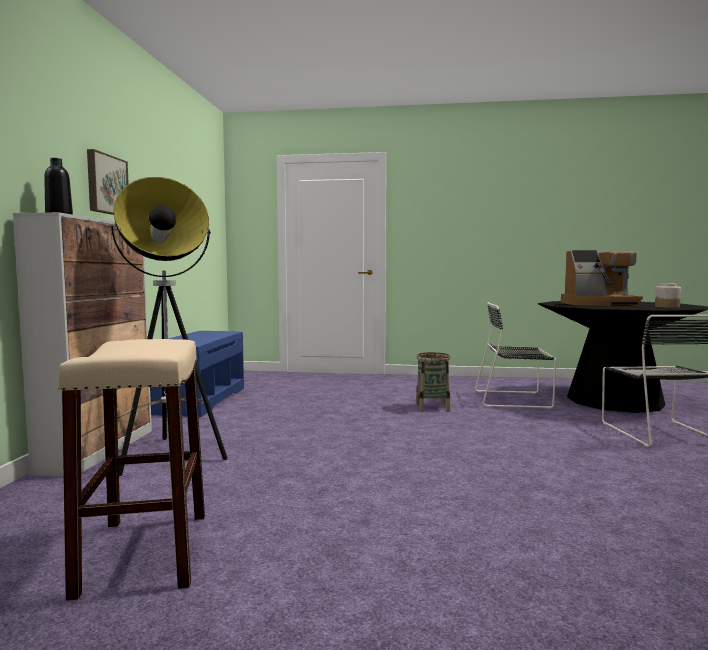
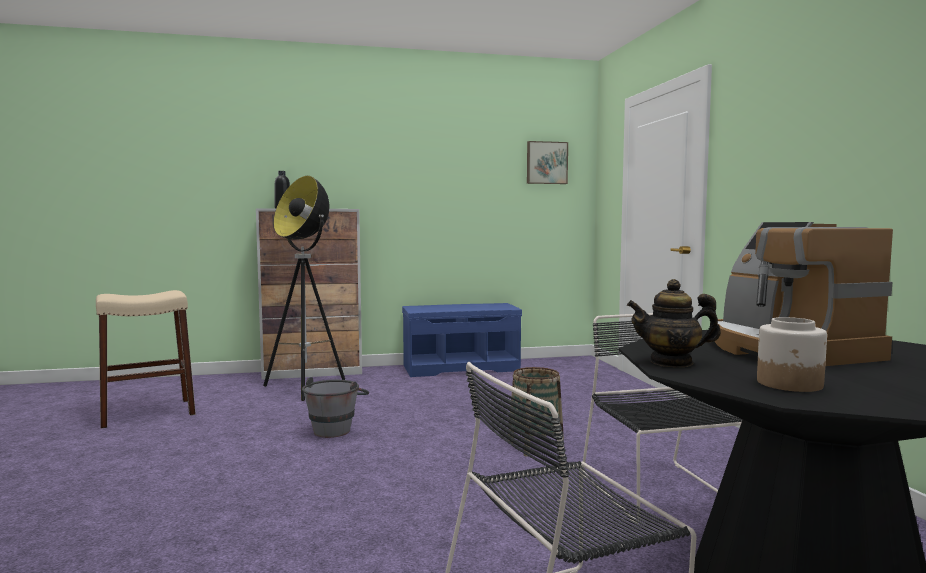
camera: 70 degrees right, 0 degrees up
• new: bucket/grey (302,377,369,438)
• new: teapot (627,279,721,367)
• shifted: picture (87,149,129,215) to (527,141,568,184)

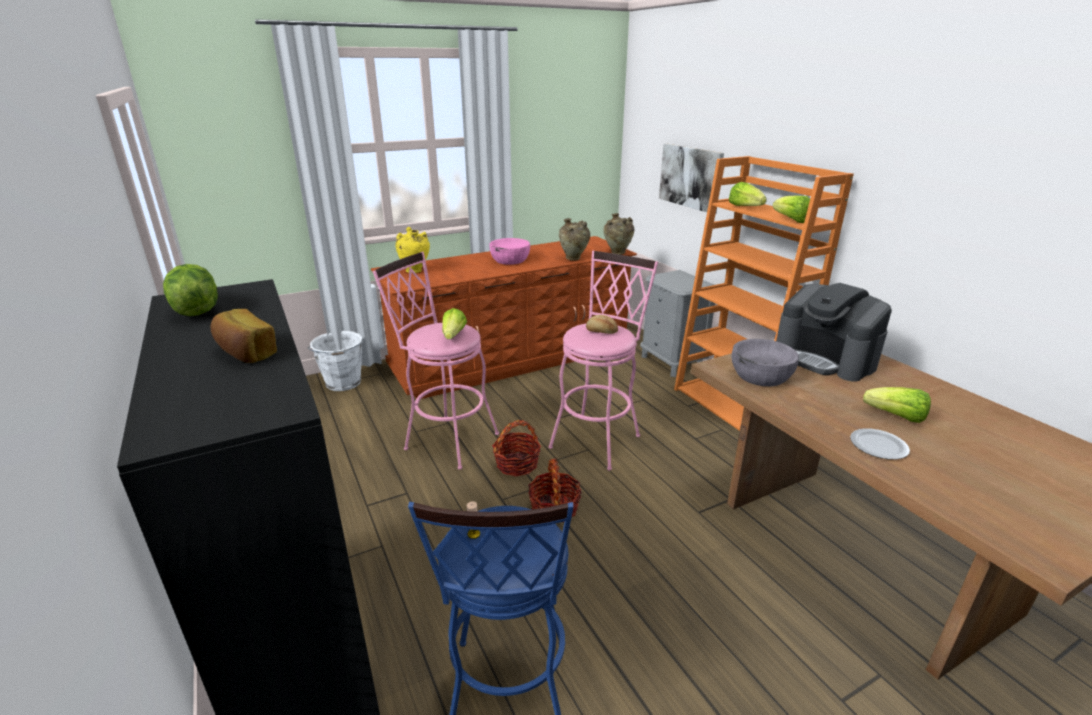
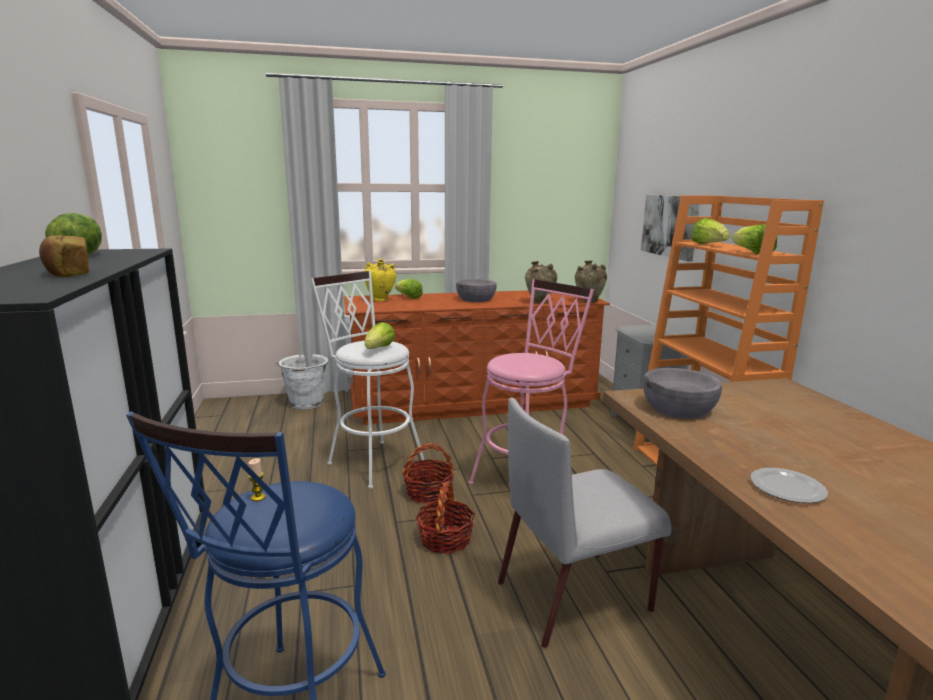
camera: 15 degrees right, 10 degrees down
• gone: bread (586,315,618,334)
• gone: coffee machine (776,283,892,382)
• new: chair/grey (498,398,672,648)
• shifted: lettuce (863,387,931,423) to (395,279,423,299)
• repainted: stool/pink (373,252,499,470) to stool/white (310,271,424,489)
• repainted: bowl/pink (490,238,530,265) to bowl/grey (456,279,497,302)

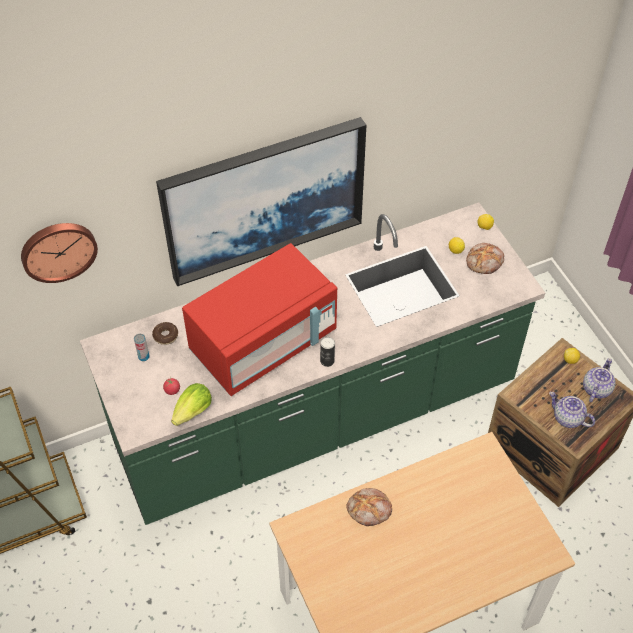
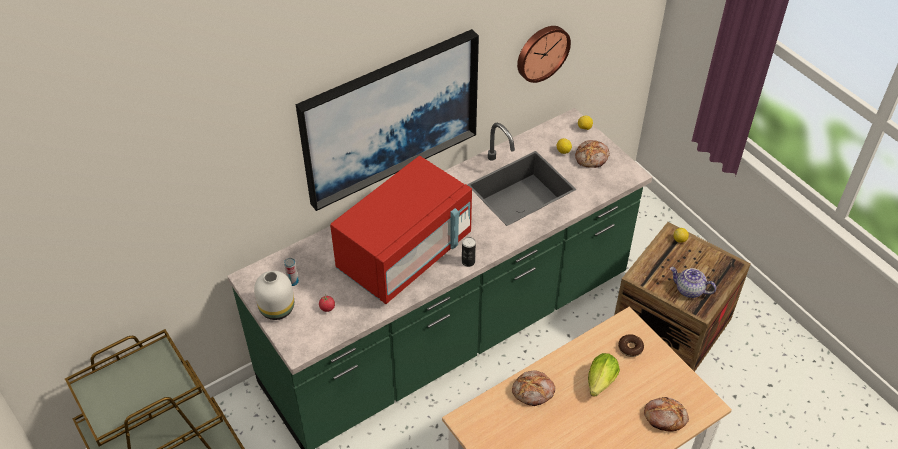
camera: 10 degrees left, 5 degrees down
• gone: teapot (583,358,616,402)
• new: vase/white (254,271,294,320)
• new: bread (644,397,689,432)
• shifted: wall clock (21,223,98,283) to (517,26,571,83)
• shifted: donut (152,322,178,345) to (618,334,644,357)
• shifted: lettuce (171,383,212,426) to (588,353,620,397)

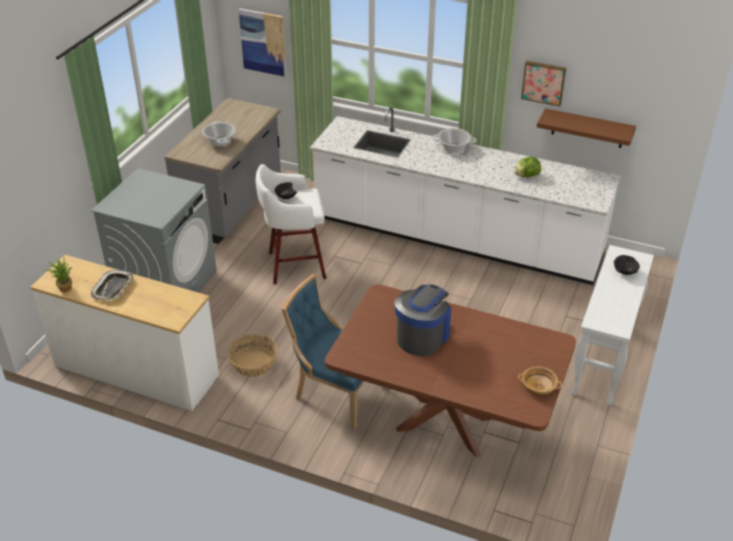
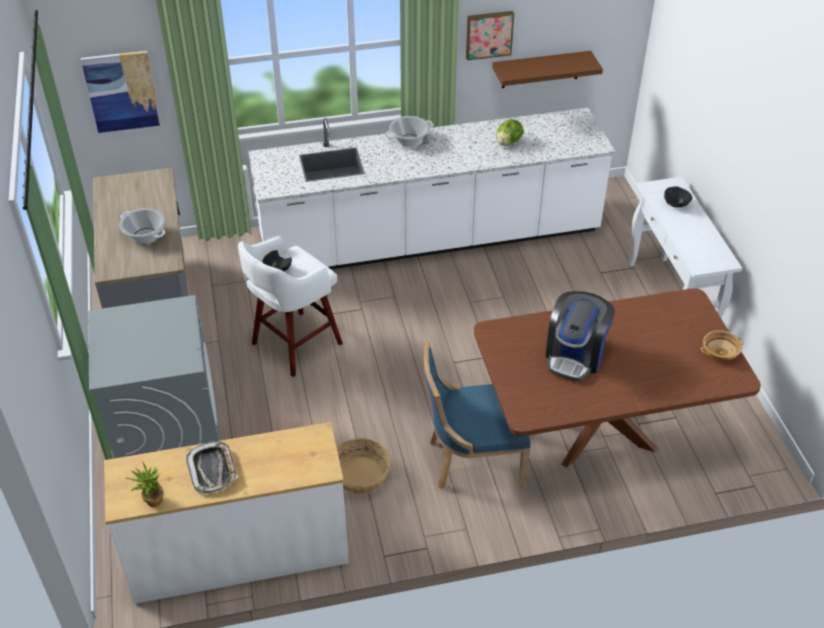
camera: 35 degrees left, 5 degrees up
• rotated: coffee machine (394,284,451,356) = (545,291,615,381) 150 degrees counterclockwise

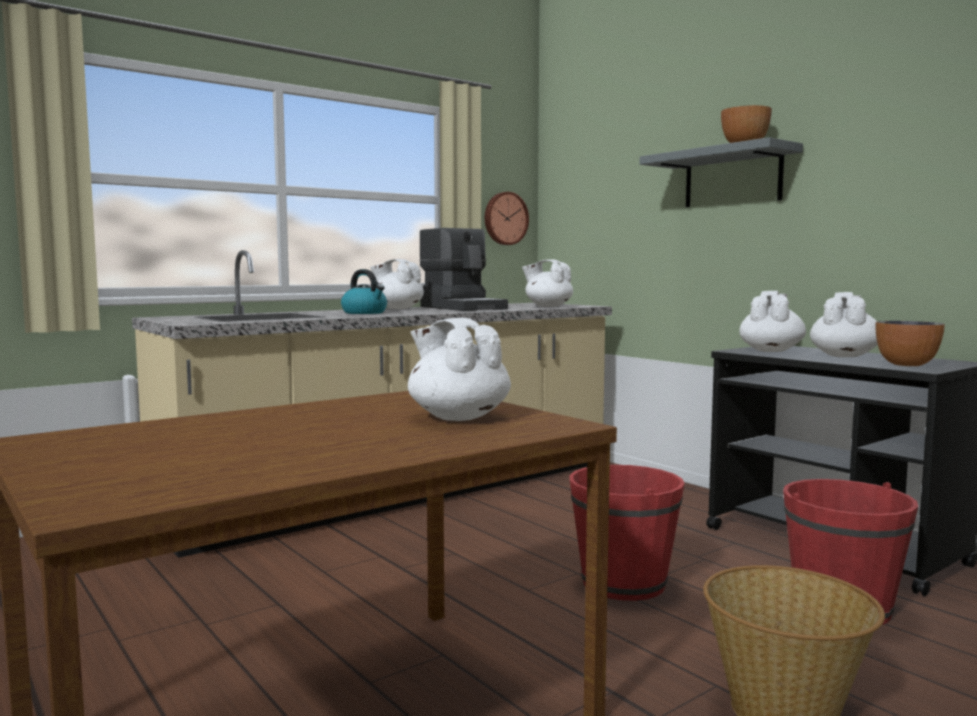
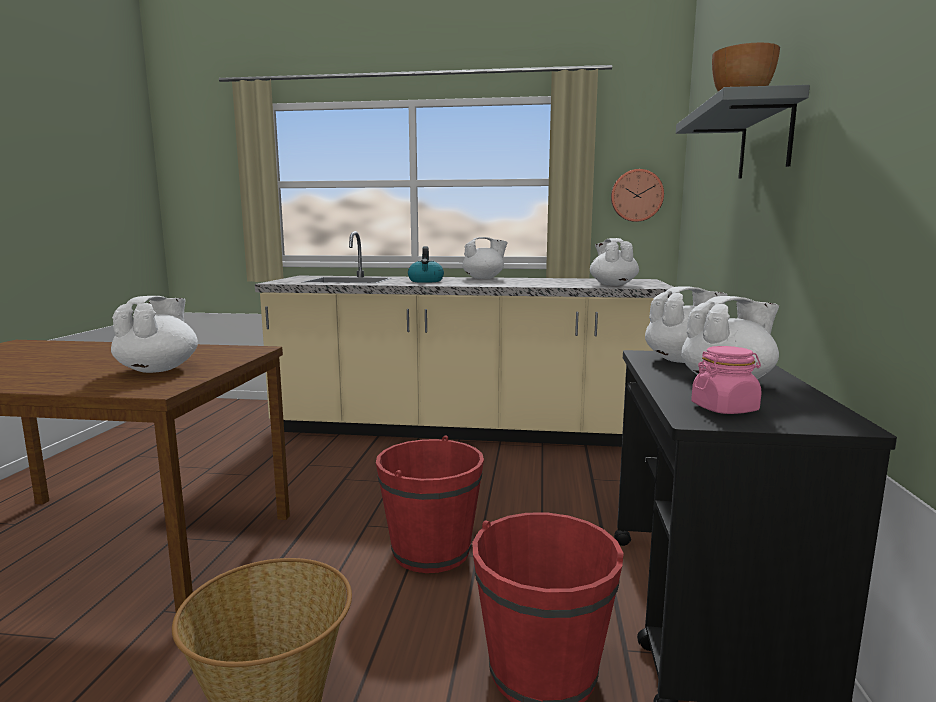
camera: 45 degrees right, 5 degrees up
• gone: coffee machine (420,228,508,311)
• swapped: bowl (876,321,945,366) to jar/pink (691,346,762,414)
• rotated: teapot/white (370,259,424,309) = (462,237,508,279) 90 degrees clockwise

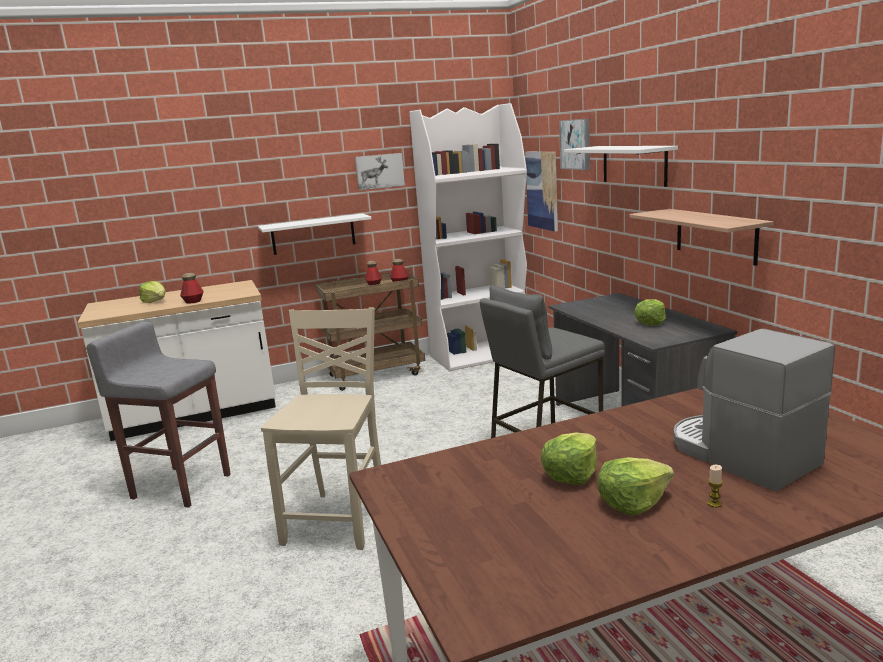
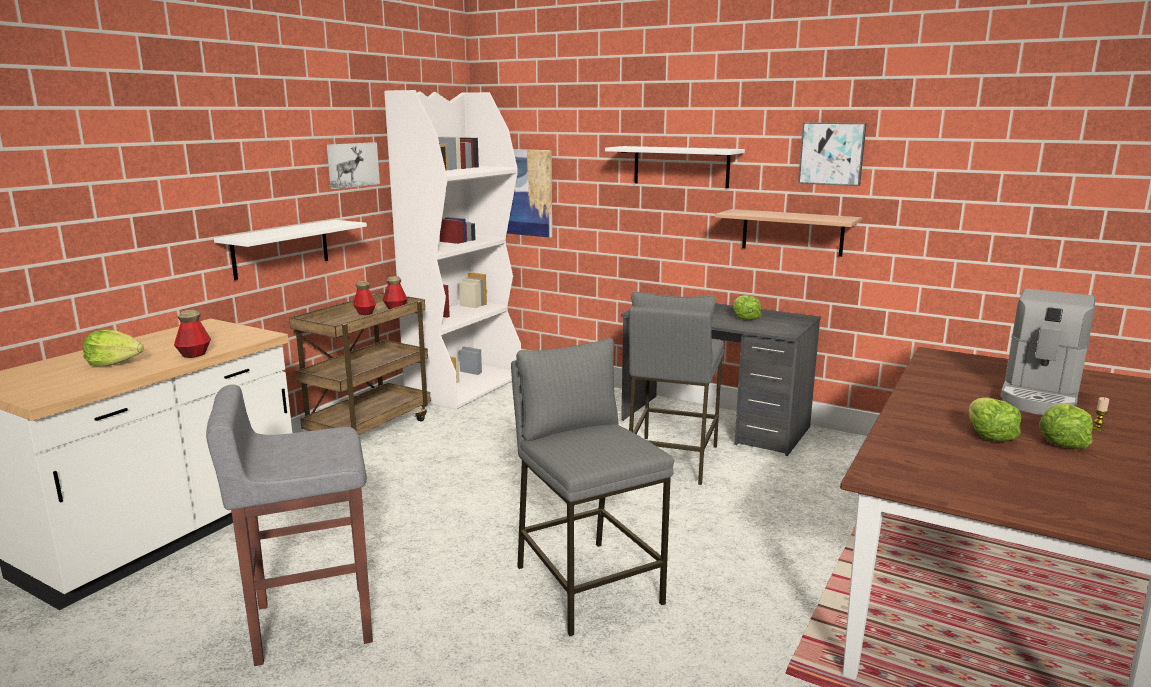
camera: 40 degrees left, 0 degrees up
• shifted: picture (559,118,590,170) to (798,122,867,186)
• swapped: chair/beige (261,307,381,550) to stool/grey (511,338,674,636)
• rotated: coffee machine (673,329,835,491) = (1000,289,1096,415) 75 degrees counterclockwise

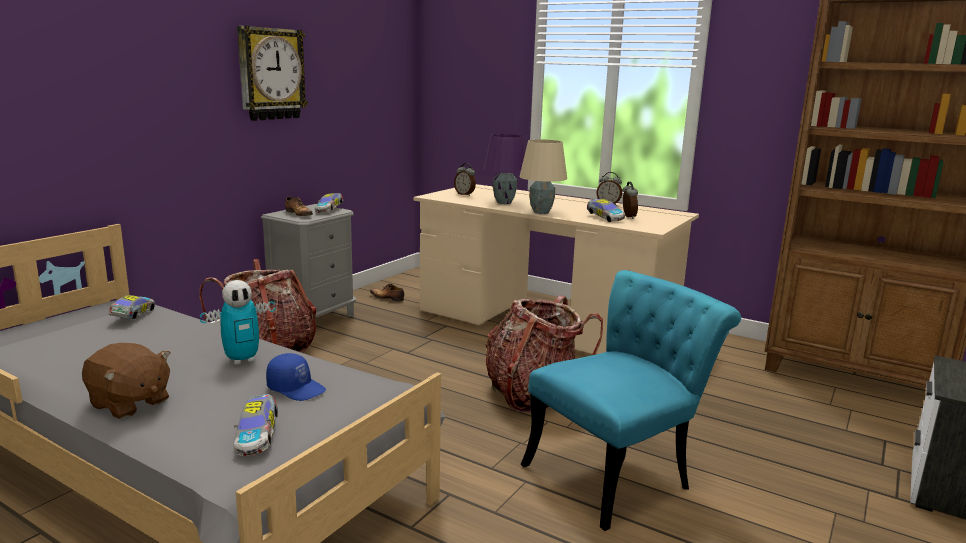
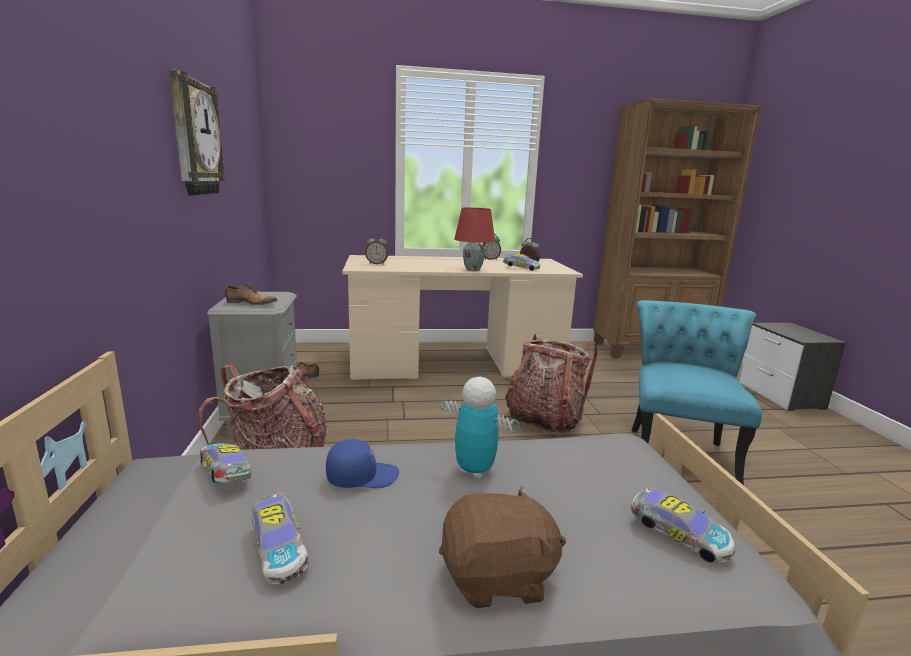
camera: 40 degrees left, 0 degrees up
• gone: table lamp/purple (483,134,525,204)
• shifted: cap/blue (266,353,326,401) to (326,439,399,488)
• shifted: toy car (315,193,343,213) to (252,492,309,585)
• repainted: table lamp/beige (519,139,567,214) to table lamp/red (455,208,495,271)
• rotated: toy robot (200,280,276,365) = (440,376,519,479) 75 degrees counterclockwise

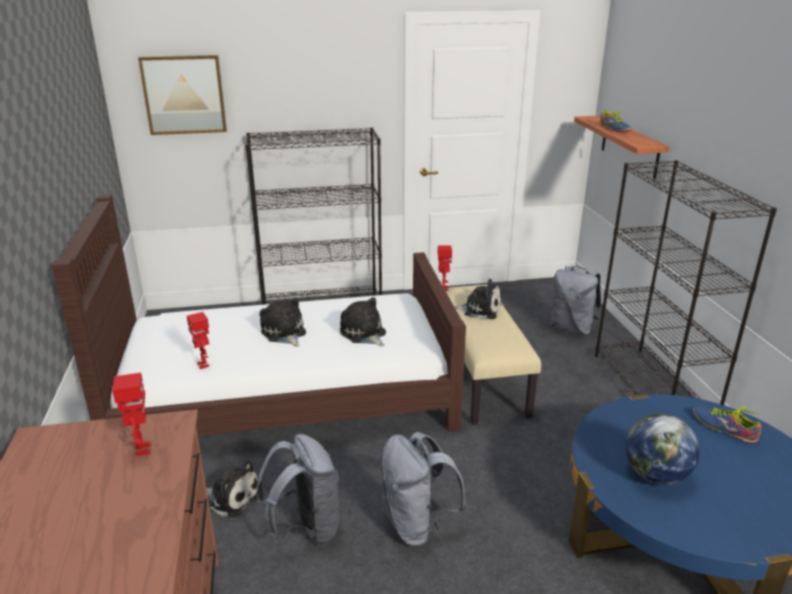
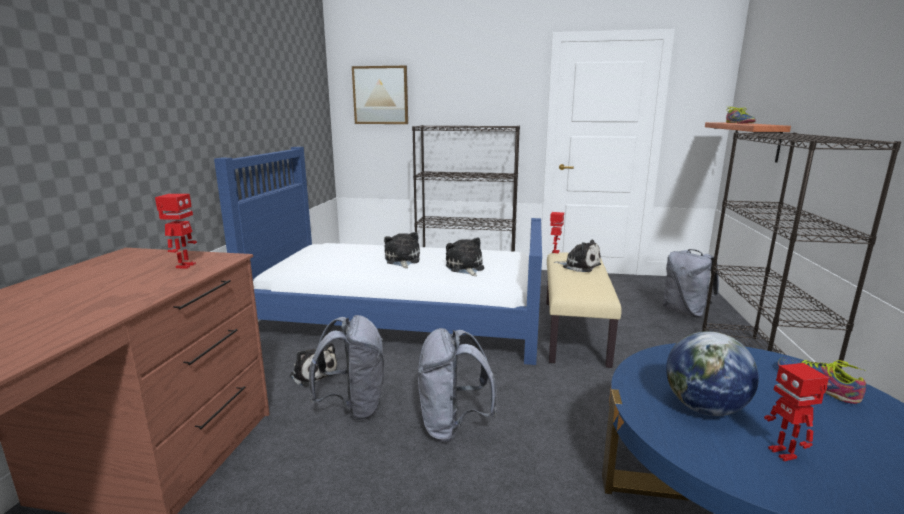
camera: 20 degrees right, 10 degrees down
• shifted: toy robot (187,312,209,369) to (764,363,829,461)
• repainted: bed/brown (51,195,466,436) to bed/blue (214,147,542,365)

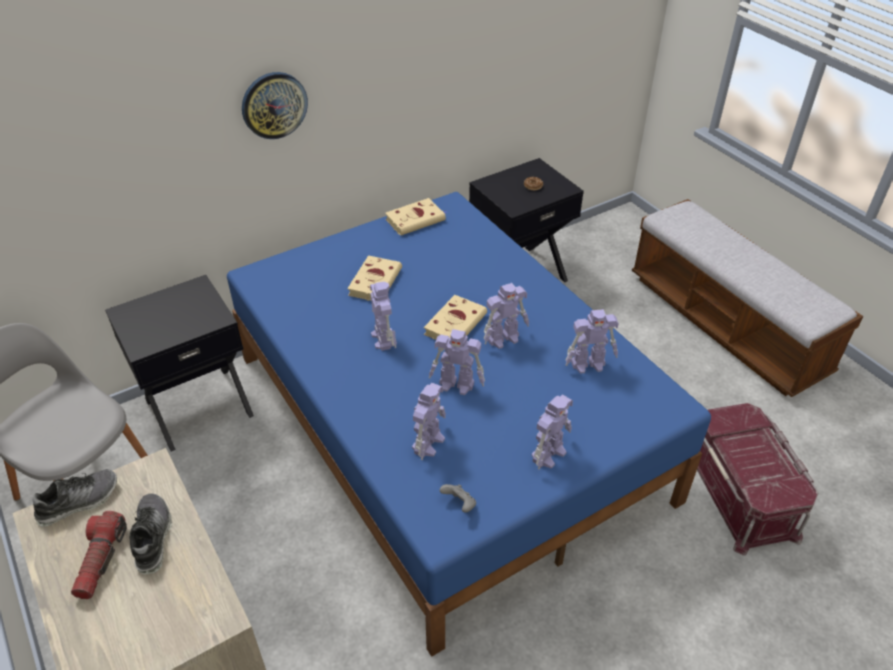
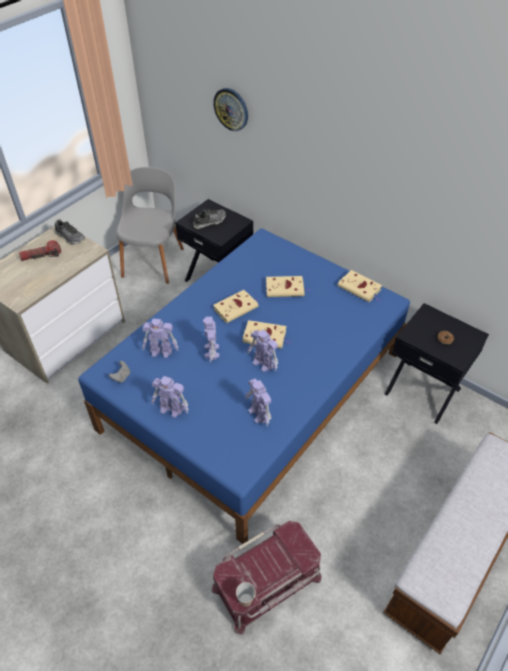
camera: 70 degrees right, 5 degrees up
• new: cup (236,582,256,607)
• shifted: shoe (130,494,172,574) to (193,209,226,229)
• shifted: wall clock (242,72,308,139) to (213,88,248,131)
• swapped: toy robot (370,281,397,351) to book/beige (213,290,258,323)

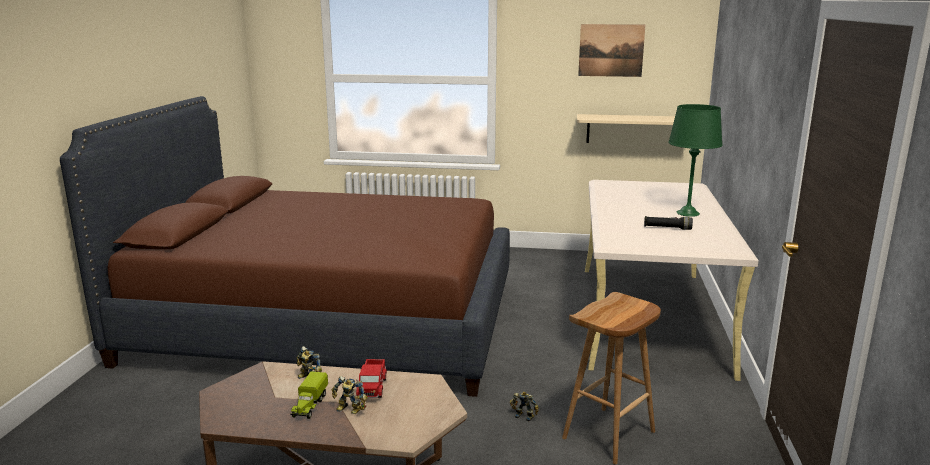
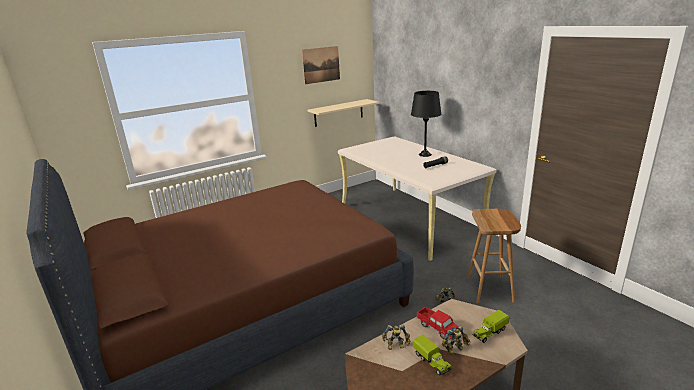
camera: 40 degrees left, 5 degrees up
• new: toy truck (472,310,509,343)
• repainted: table lamp/green (668,104,723,217) to table lamp/black (411,91,441,157)

